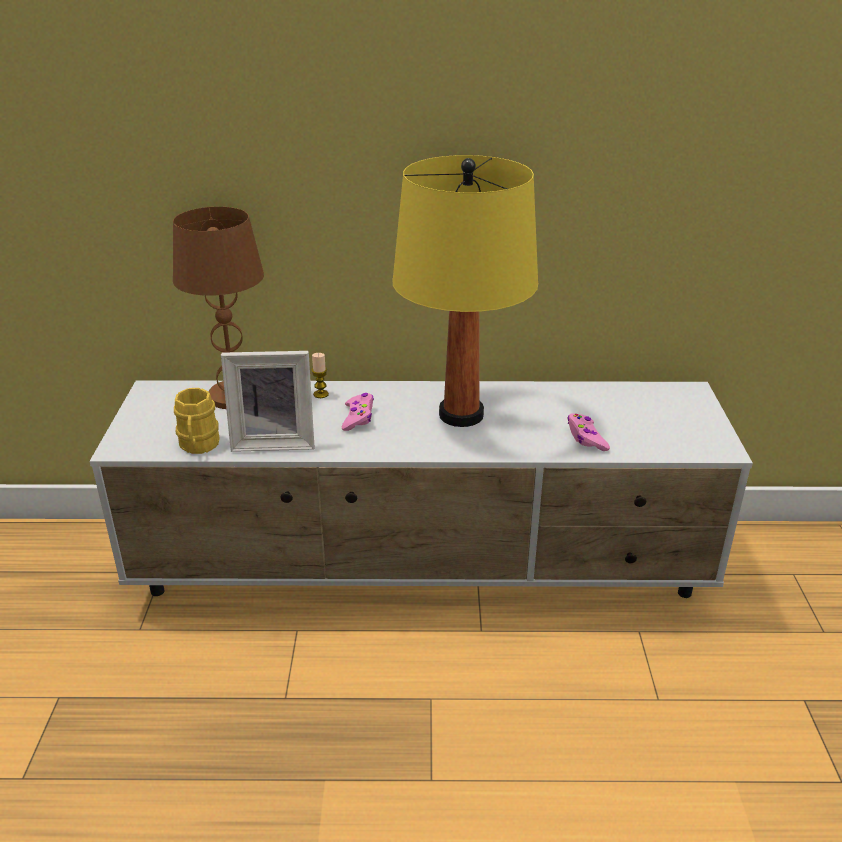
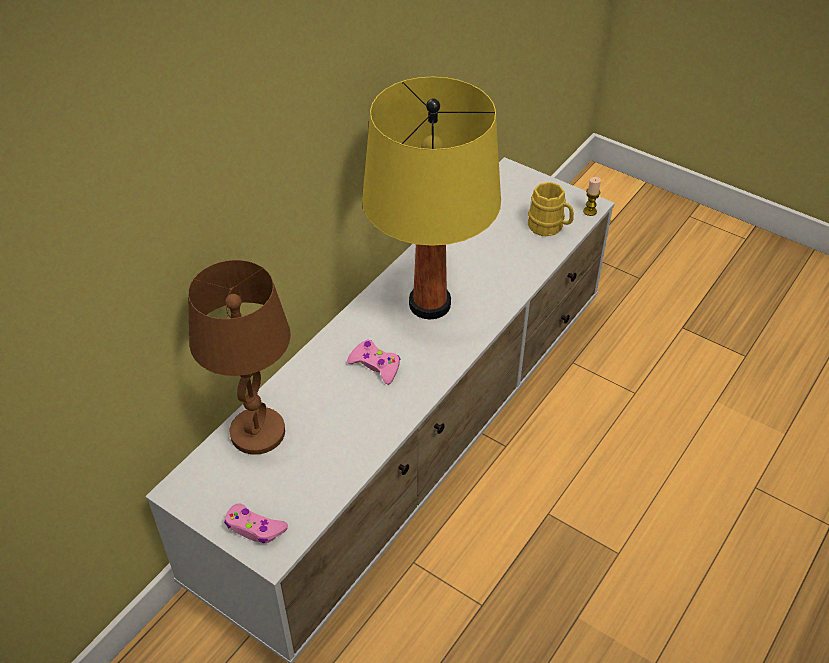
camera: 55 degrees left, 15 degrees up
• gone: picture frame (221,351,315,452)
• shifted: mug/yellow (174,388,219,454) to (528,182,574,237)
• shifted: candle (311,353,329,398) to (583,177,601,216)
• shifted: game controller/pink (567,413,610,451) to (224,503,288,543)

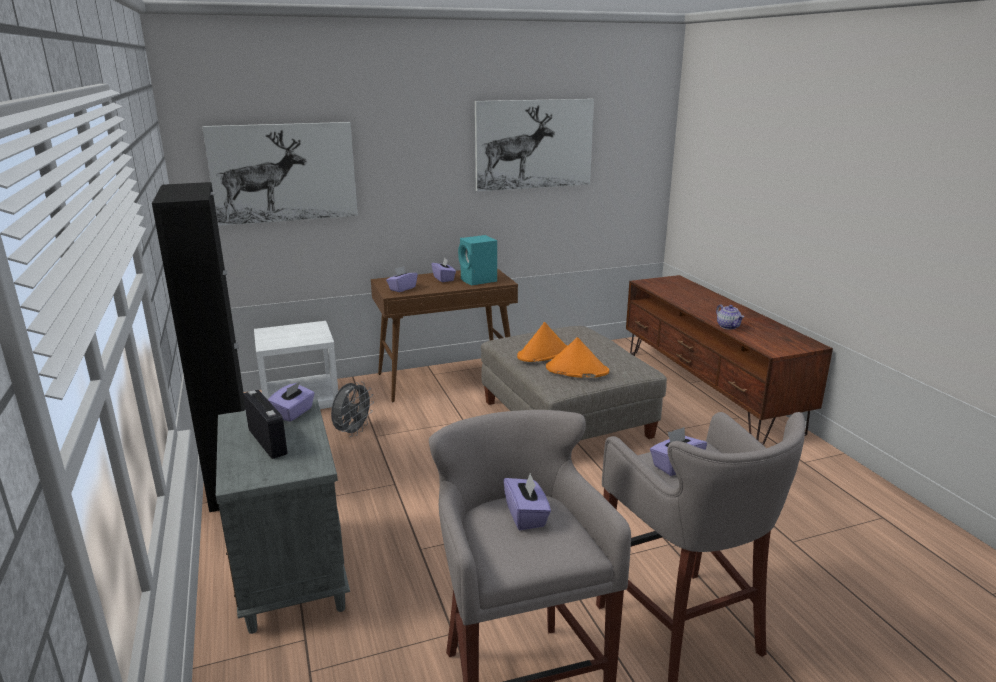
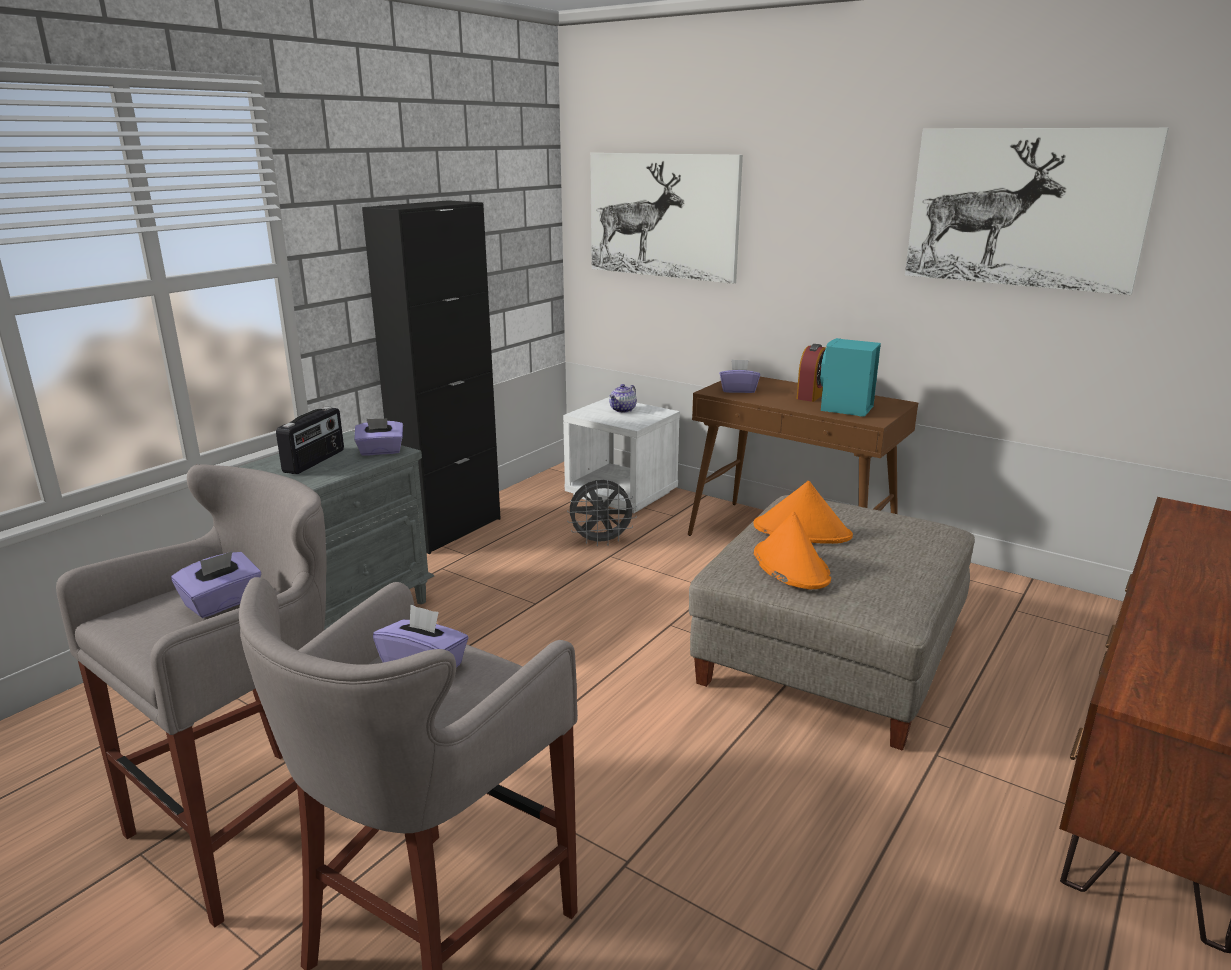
camera: 55 degrees right, 0 degrees up
• shifted: teapot (716,304,744,330) to (609,384,637,413)
• swapped: tissue box/purple (432,257,456,282) to alarm clock (797,344,826,402)

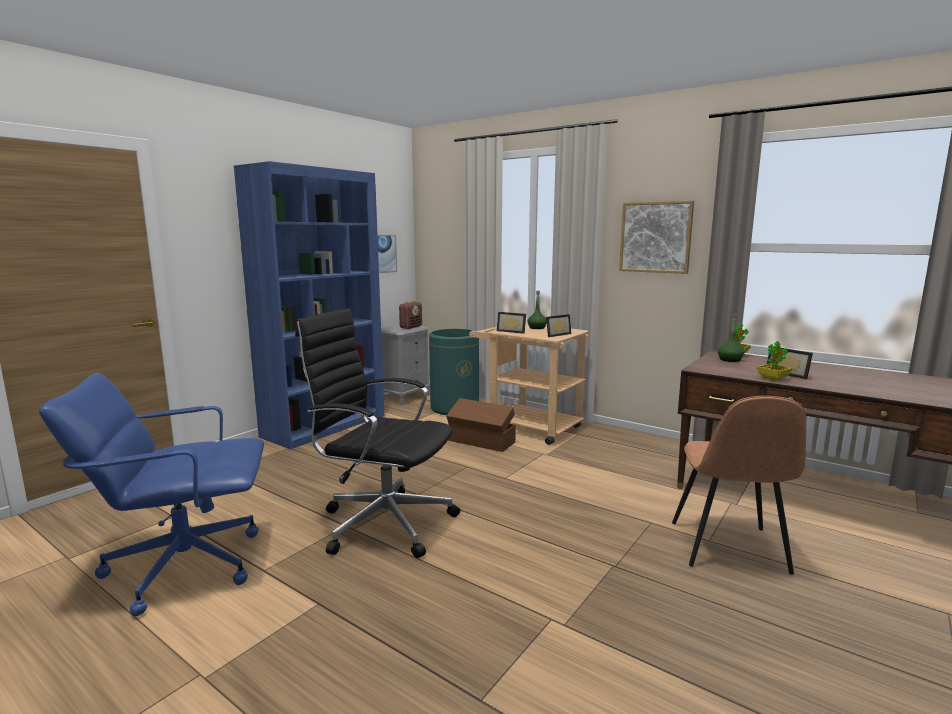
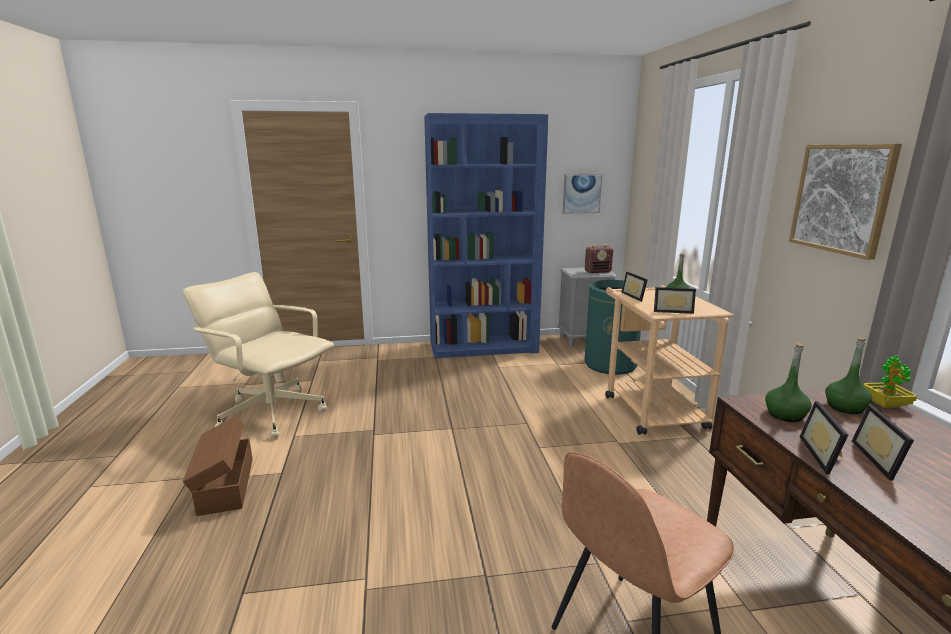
camera: 45 degrees right, 5 degrees up
• gone: office chair/black (295,308,460,558)
• new: bottle/green (765,343,812,422)
• shifted: storage box/brown (446,398,516,452) to (183,416,253,516)
• swapped: potted plant (757,341,792,381) to picture frame (799,401,848,475)
• repainted: office chair/blue (39,373,264,616) to office chair/beige (183,272,334,439)

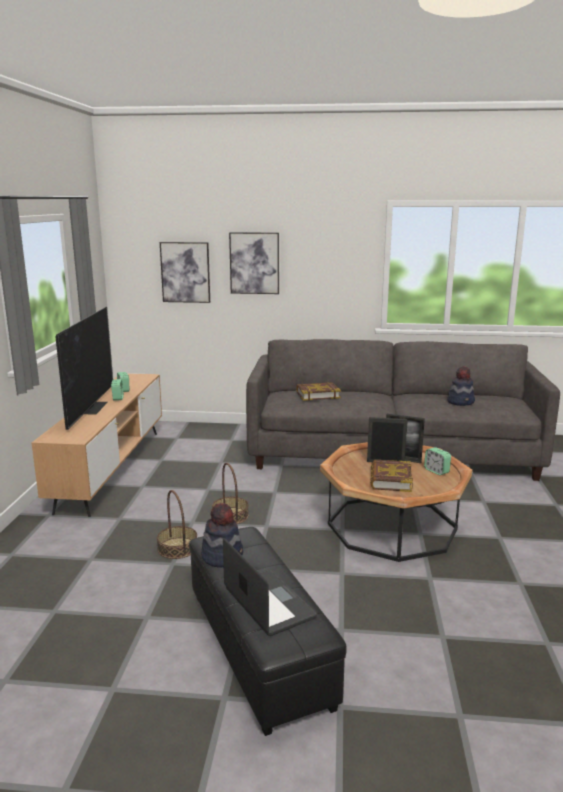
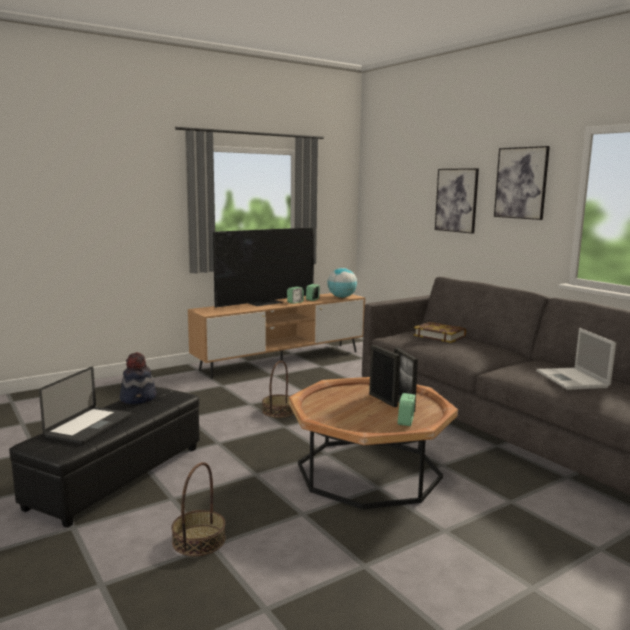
camera: 50 degrees right, 5 degrees down
• gone: book (370,460,413,492)
• new: globe (327,268,357,298)
• shifted: basket (157,490,197,559) to (172,462,226,556)
• shifted: picture (160,242,210,303) to (494,146,550,220)
• swapped: hat (447,366,475,406) to laptop (536,328,616,390)

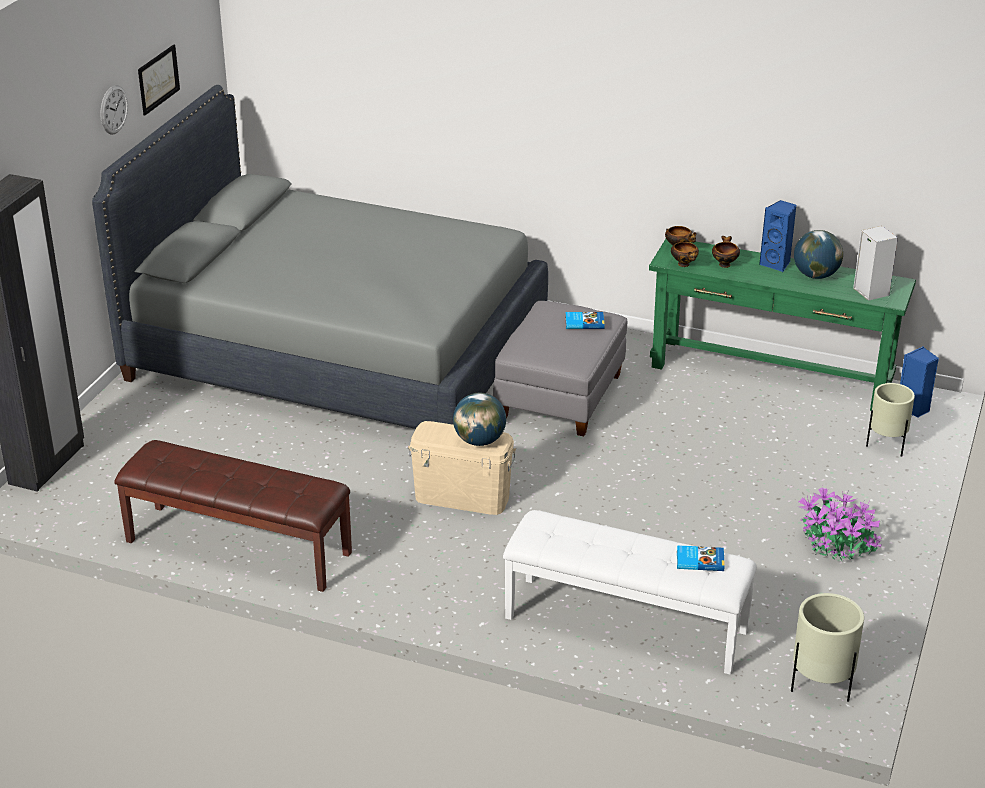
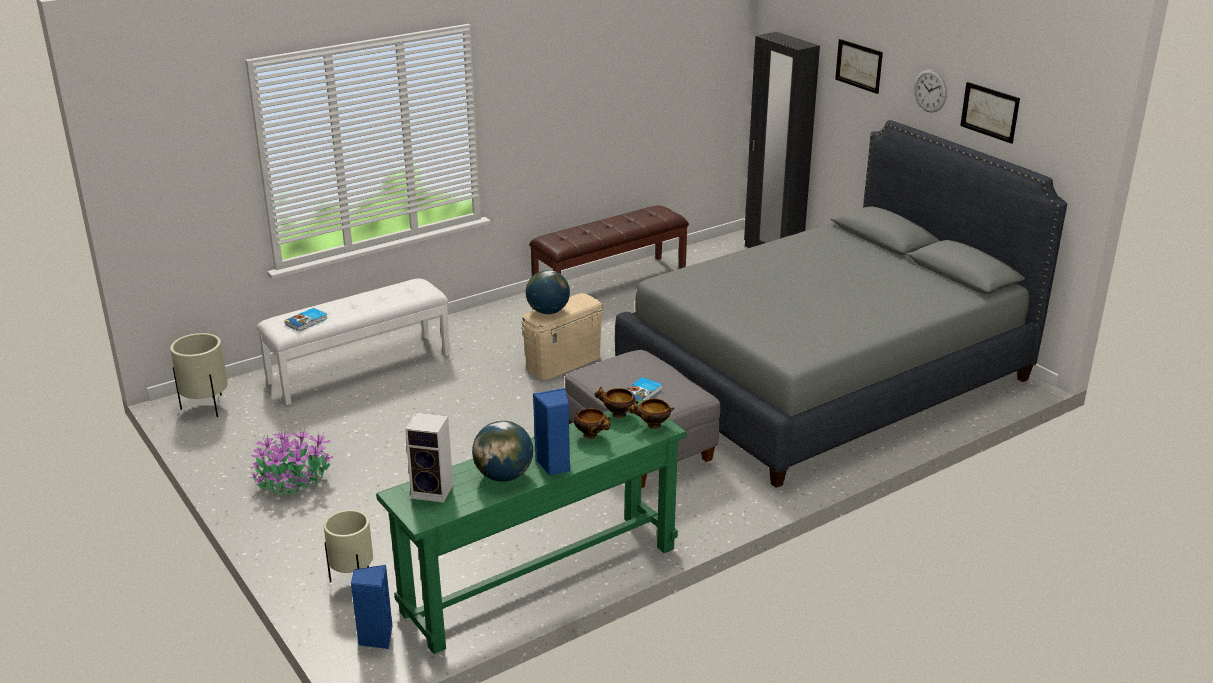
camera: 125 degrees right, 5 degrees down
• new: picture (835,39,883,94)

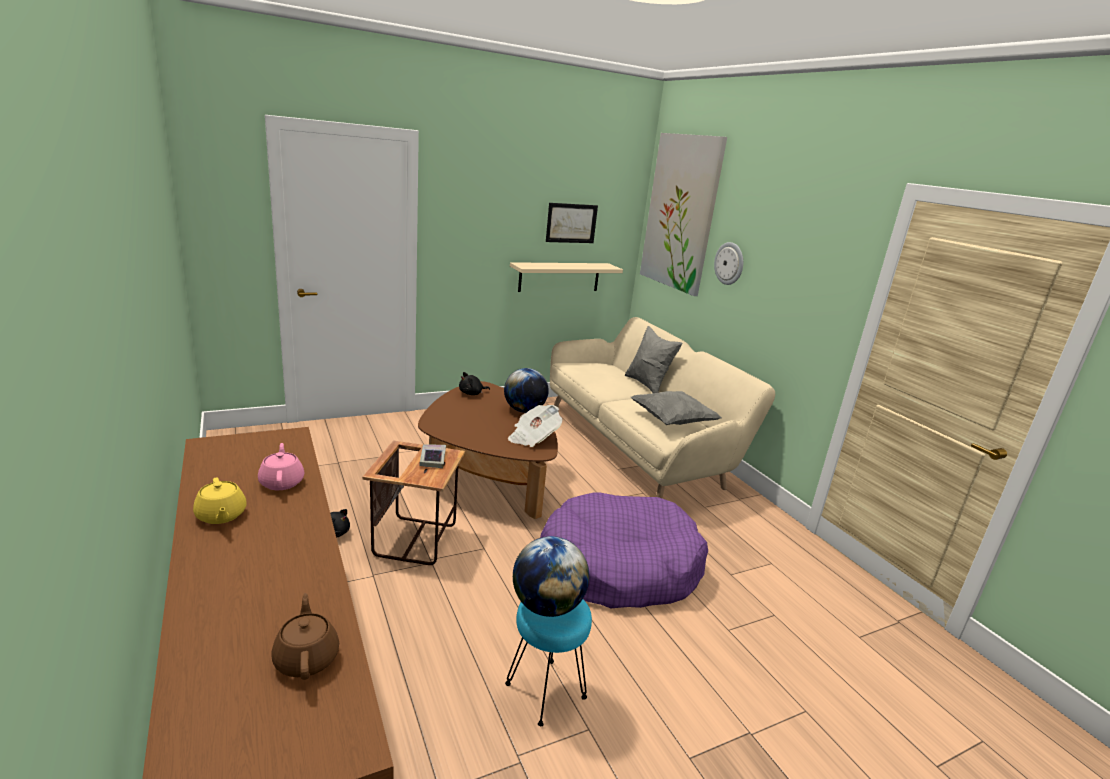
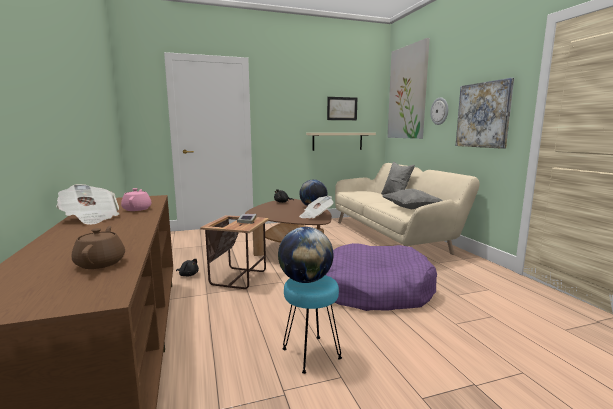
camera: 10 degrees right, 10 degrees down
• new: picture (455,78,514,149)
• swapped: teapot/yellow (193,478,247,524) to newspaper (56,184,119,225)

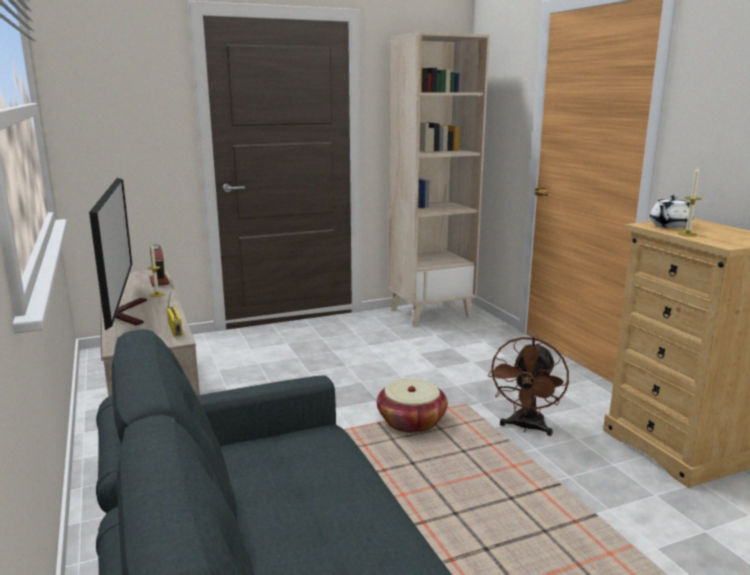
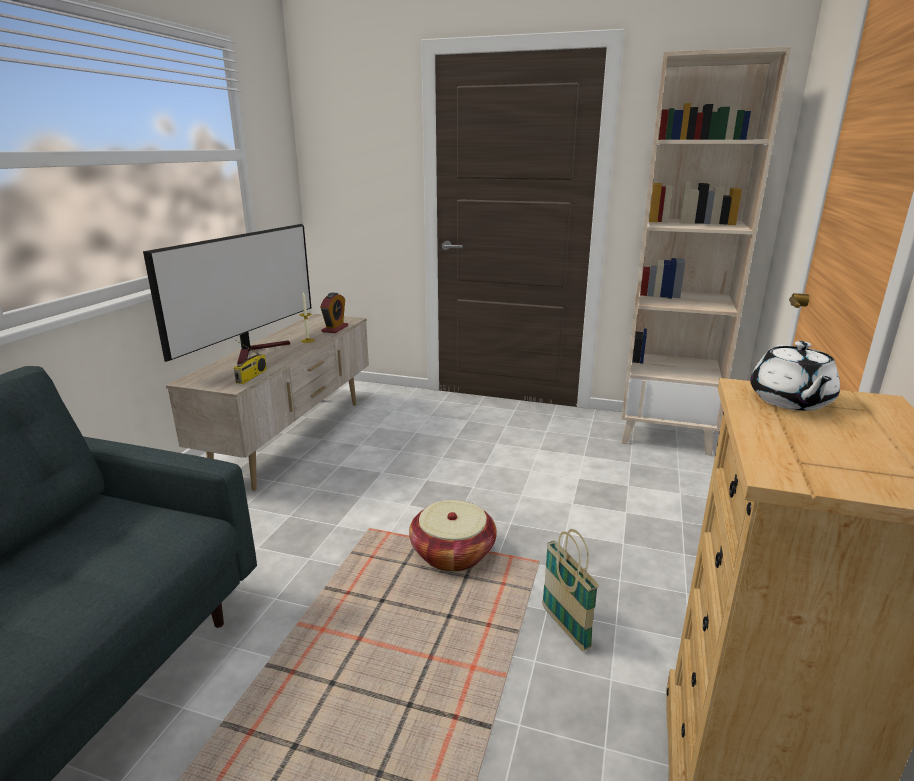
camera: 40 degrees right, 5 degrees up
• gone: candle (678,167,702,237)
• swapped: fan/brown (488,337,569,436) to basket (542,529,599,651)
• rotated: teapot/white (650,195,693,228) = (750,341,840,411) 75 degrees counterclockwise

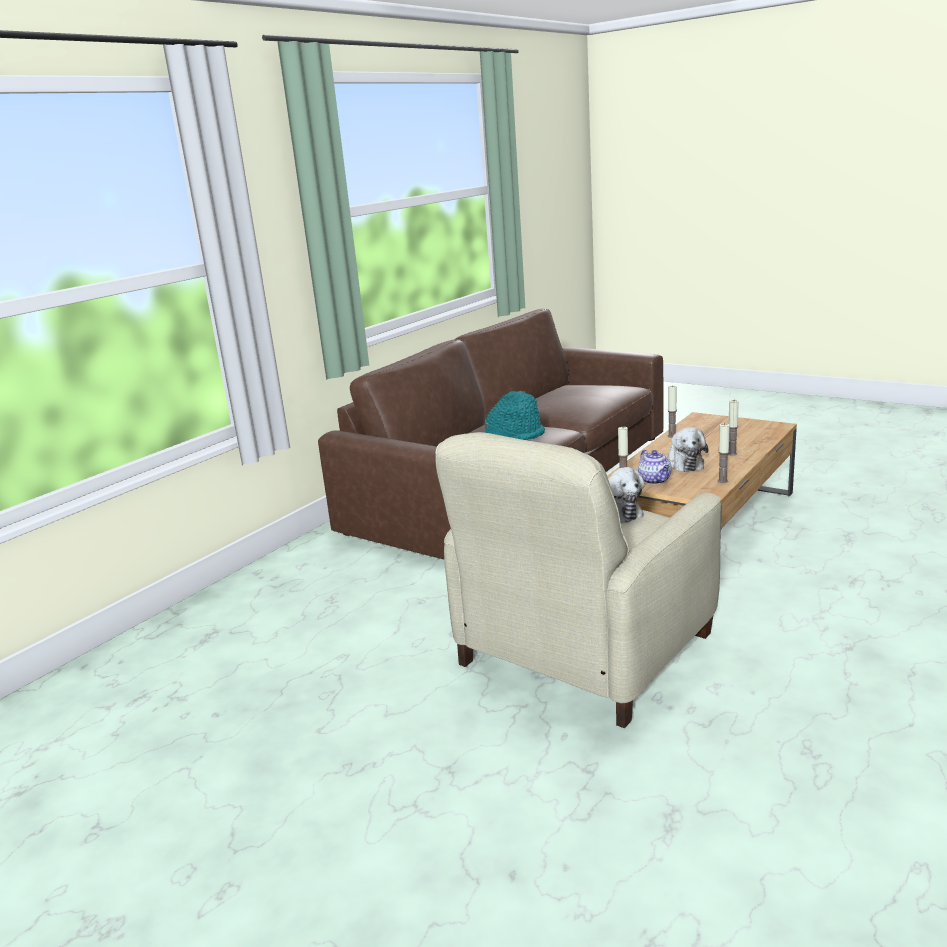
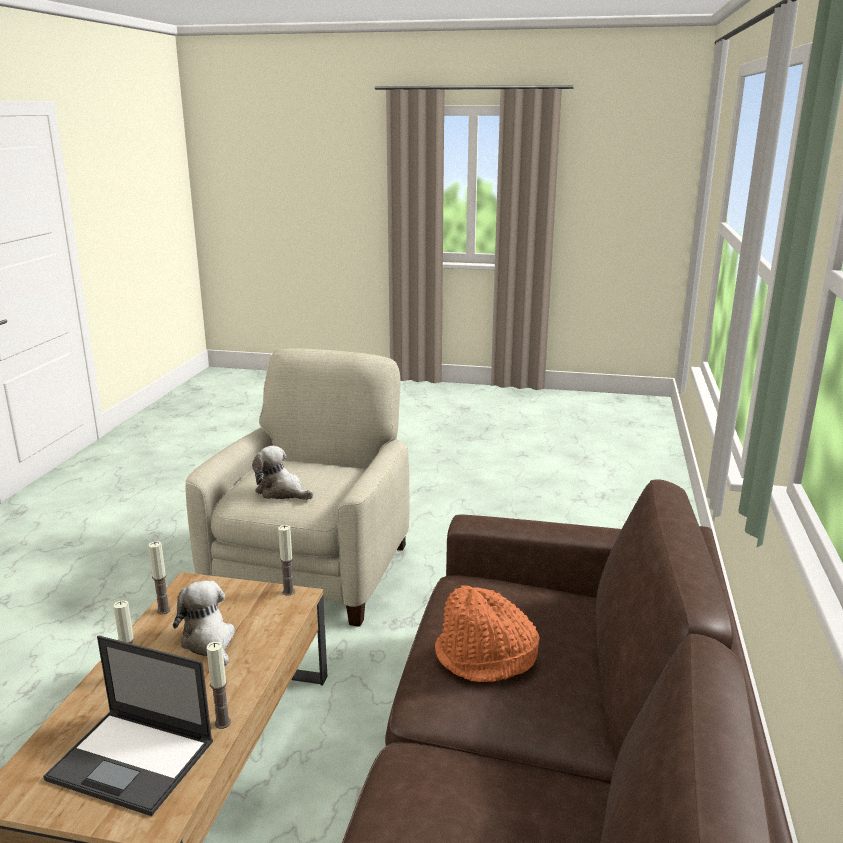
camera: 155 degrees right, 0 degrees up
• gone: teapot (638,450,672,484)
• new: laptop (43,636,213,816)
• repainted: hat/turquoise (485,391,545,440) to hat/orange (435,586,539,682)

